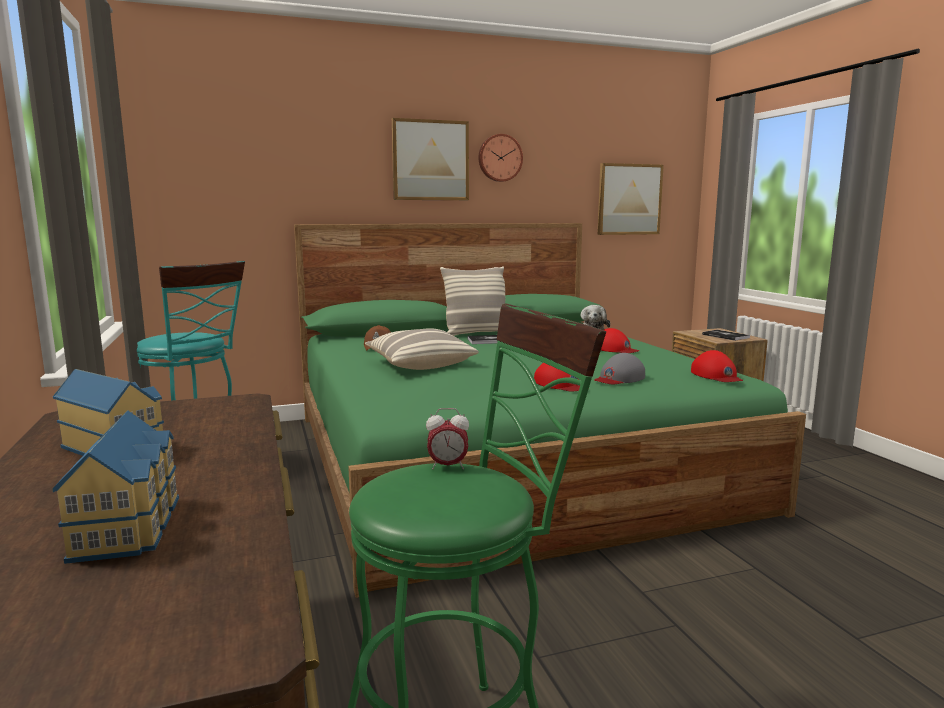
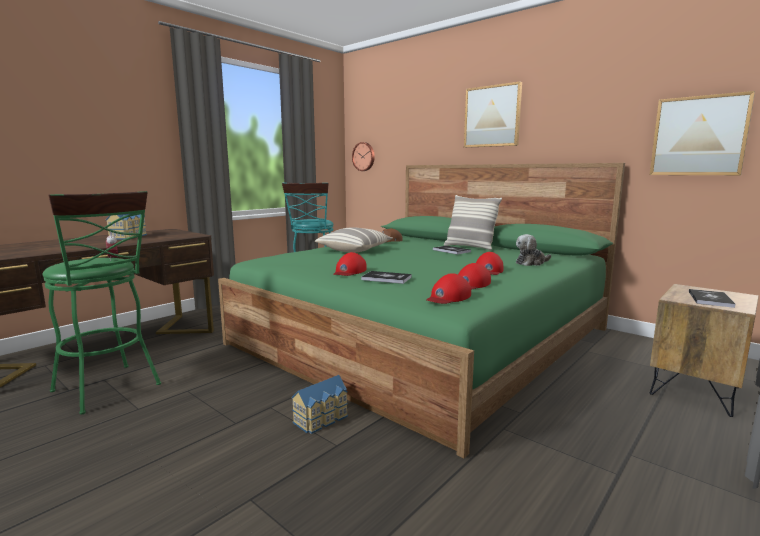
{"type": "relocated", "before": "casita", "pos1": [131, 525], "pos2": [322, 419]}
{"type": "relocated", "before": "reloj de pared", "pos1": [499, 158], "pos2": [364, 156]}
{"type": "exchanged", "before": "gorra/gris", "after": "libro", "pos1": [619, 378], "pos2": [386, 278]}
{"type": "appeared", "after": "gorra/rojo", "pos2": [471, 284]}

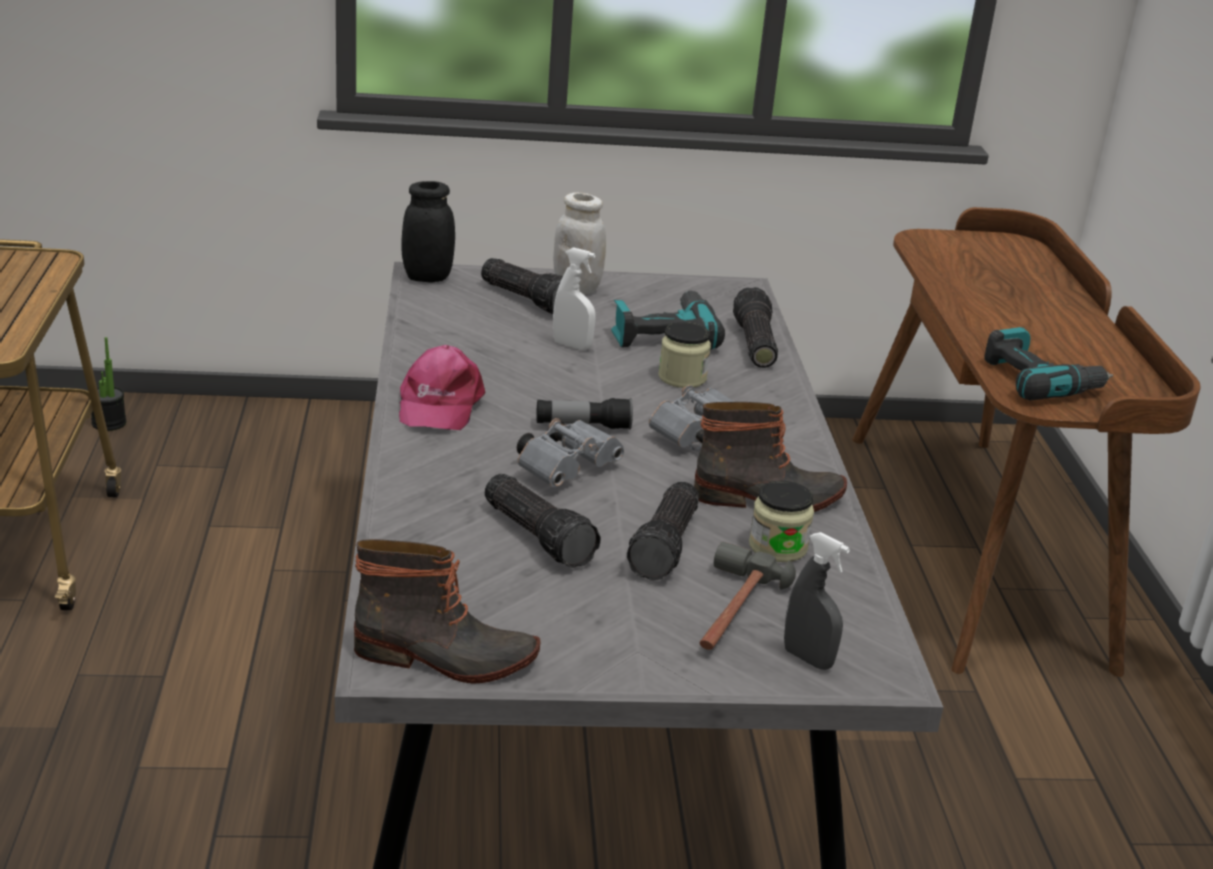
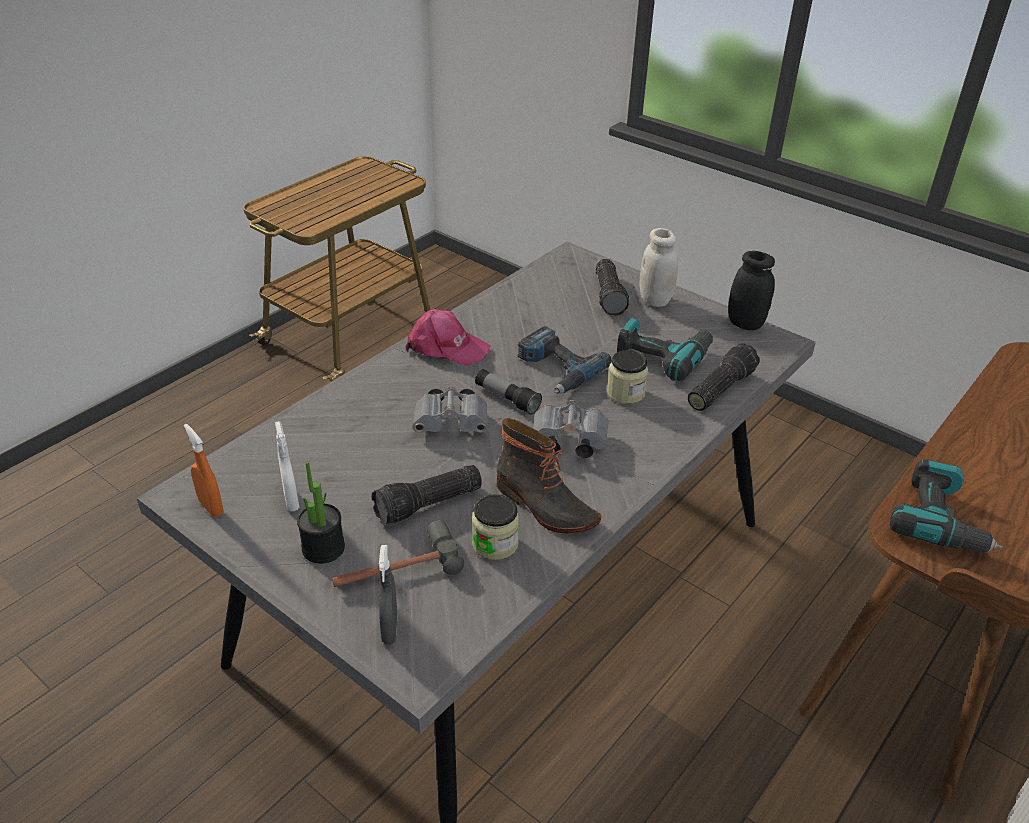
{"type": "exchanged", "before": "bota", "after": "pulverizador/naranja", "pos1": [445, 658], "pos2": [211, 507]}
{"type": "relocated", "before": "pulverizador/blanco", "pos1": [572, 345], "pos2": [291, 501]}
{"type": "relocated", "before": "planta en maceta", "pos1": [109, 423], "pos2": [323, 548]}
{"type": "spun", "before": "gorra/rosa", "pos1": [439, 404], "pos2": [446, 347], "turn": -120}
{"type": "appeared", "after": "taladro", "pos2": [556, 369]}
{"type": "relocated", "before": "tarro/negro", "pos1": [427, 277], "pos2": [745, 323]}
{"type": "missing", "before": "linterna", "pos1": [540, 535]}

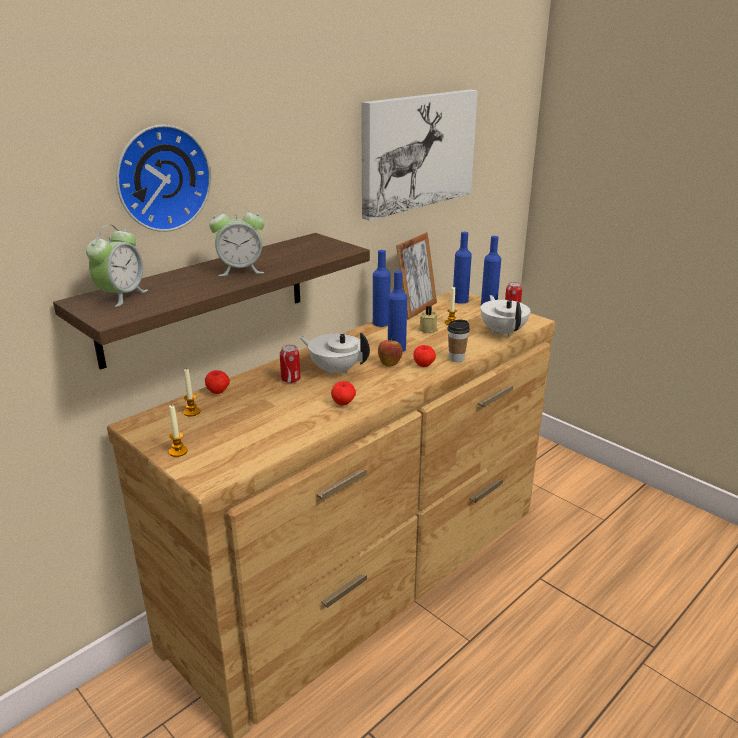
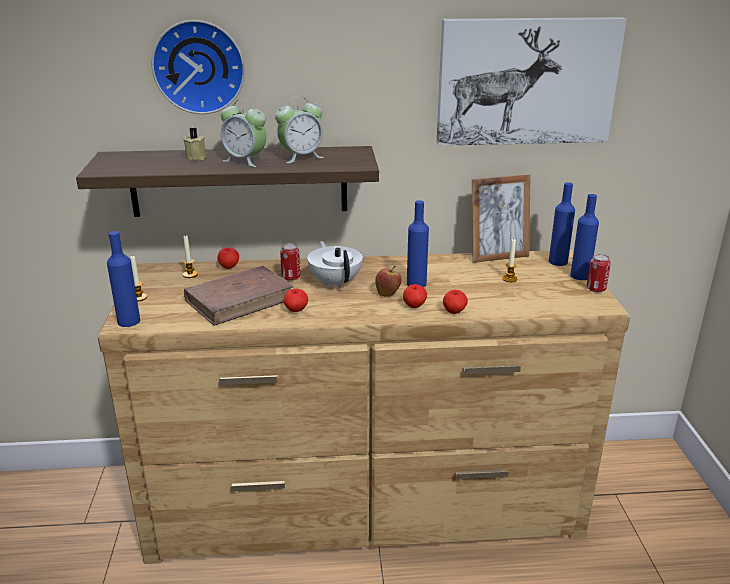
{"type": "relocated", "before": "botella/azul", "pos1": [381, 323], "pos2": [128, 321]}
{"type": "relocated", "before": "vela/beis", "pos1": [427, 329], "pos2": [197, 157]}
{"type": "appeared", "after": "libro/marrón", "pos2": [240, 299]}
{"type": "relocated", "before": "despertador", "pos1": [121, 296], "pos2": [301, 157]}
{"type": "exchanged", "before": "taza", "after": "manzana", "pos1": [456, 358], "pos2": [454, 312]}
{"type": "missing", "before": "tetera/blanco", "pos1": [503, 332]}

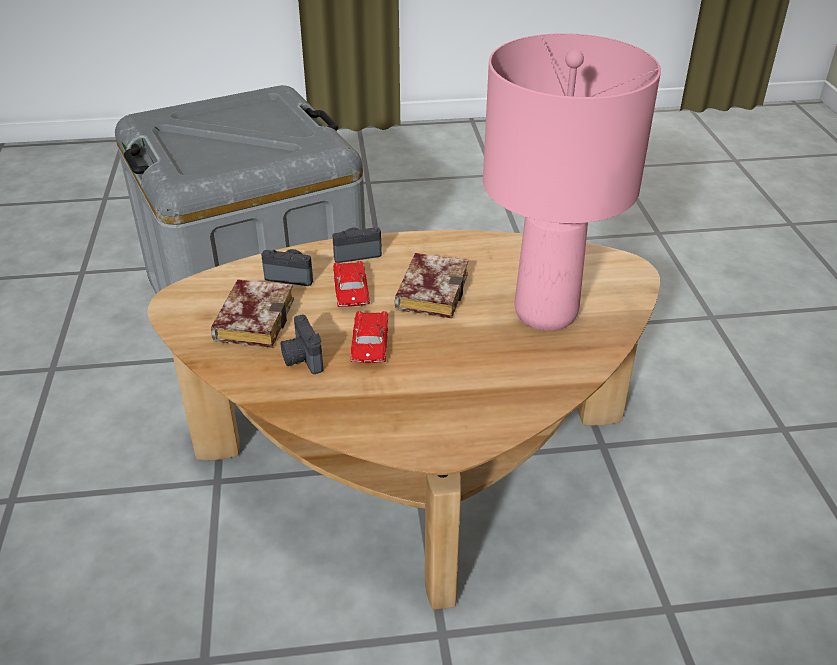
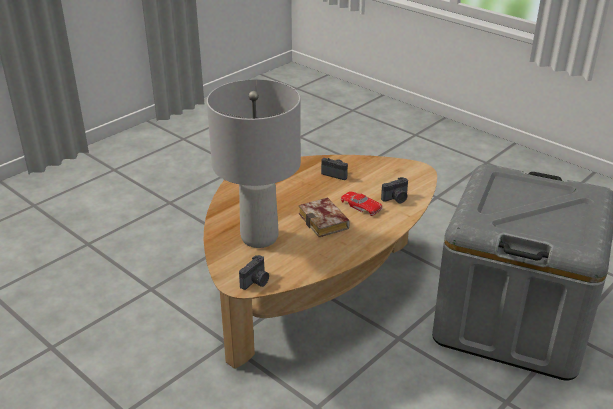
{"type": "colour", "before": "lámpara de mesa/rosa", "after": "lámpara de mesa/gris", "pos1": [544, 312], "pos2": [260, 237]}
{"type": "relocated", "before": "cámara", "pos1": [356, 253], "pos2": [256, 282]}
{"type": "missing", "before": "libro", "pos1": [253, 318]}
{"type": "missing", "before": "coche de juguete/rojo", "pos1": [370, 342]}

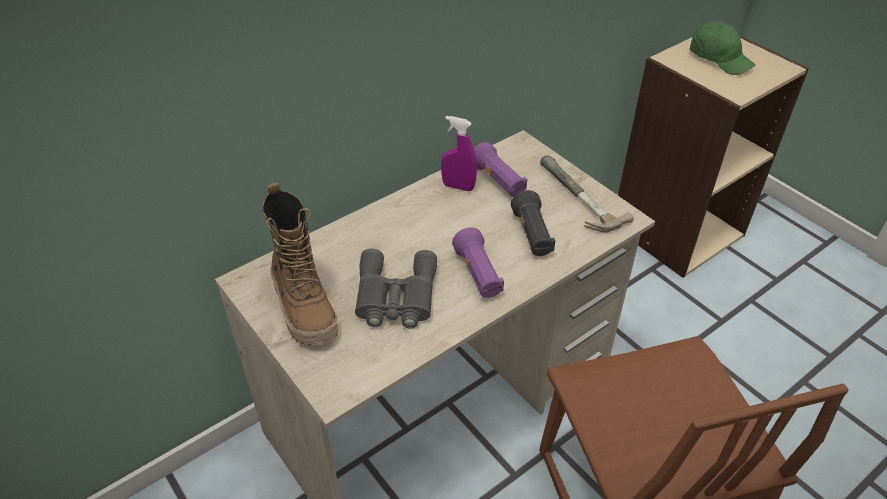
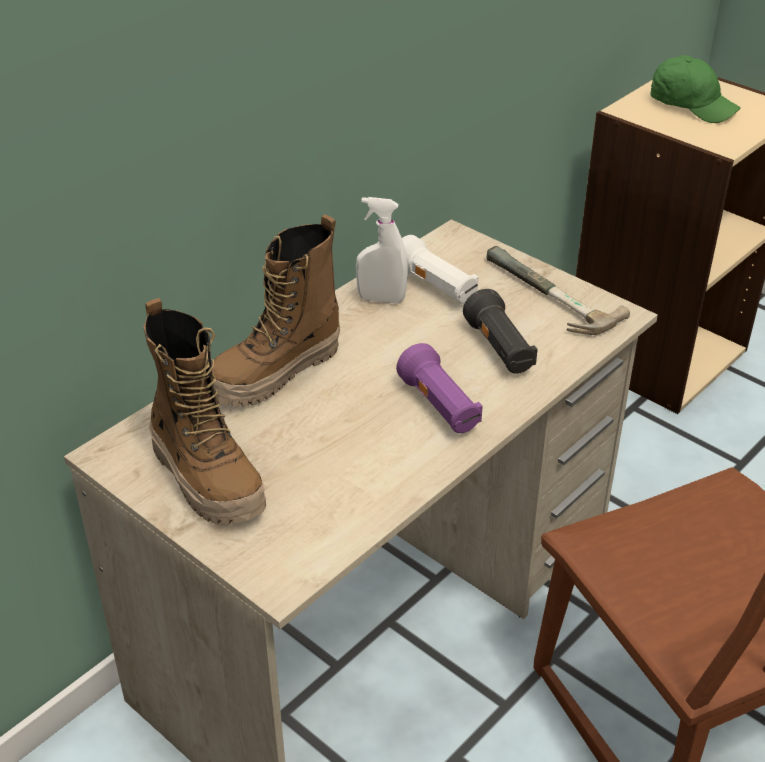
{"type": "appeared", "after": "bota", "pos2": [277, 373]}
{"type": "colour", "before": "pulverizador/morado", "after": "pulverizador/blanco", "pos1": [458, 187], "pos2": [381, 299]}
{"type": "colour", "before": "linterna/morado", "after": "linterna/blanco", "pos1": [498, 181], "pos2": [435, 287]}
{"type": "missing", "before": "prismáticos/gris", "pos1": [395, 297]}

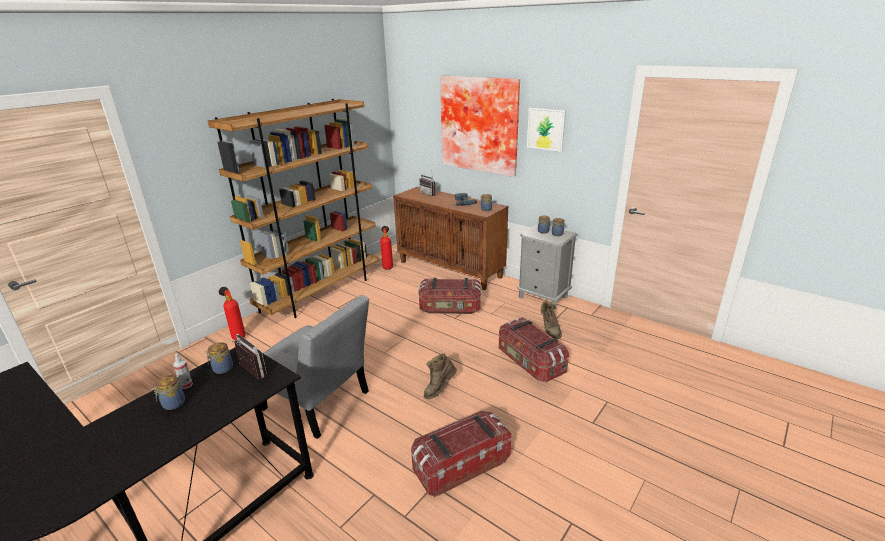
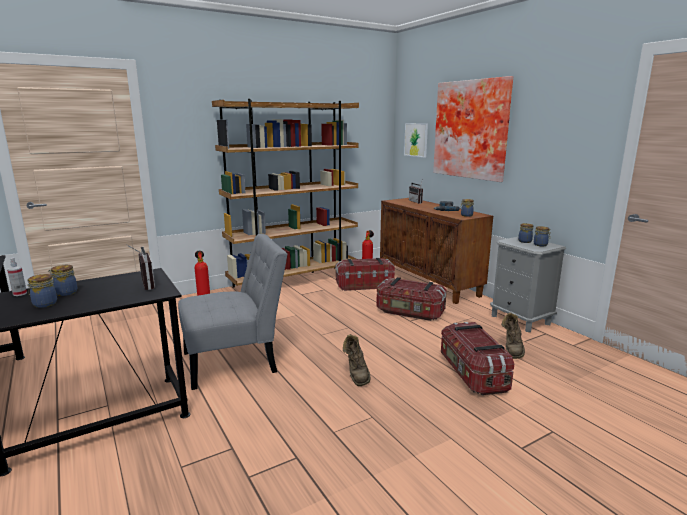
{"type": "relocated", "before": "pulverizador", "pos1": [186, 385], "pos2": [20, 294]}
{"type": "relocated", "before": "tarro", "pos1": [222, 369], "pos2": [44, 304]}
{"type": "spun", "before": "silla/gris", "pos1": [320, 403], "pos2": [235, 361], "turn": -75}
{"type": "relocated", "before": "caja de almacenaje", "pos1": [460, 465], "pos2": [364, 285]}
{"type": "spun", "before": "bota/marrón", "pos1": [439, 389], "pos2": [357, 375], "turn": -75}
{"type": "relocated", "before": "cuadro", "pos1": [546, 129], "pos2": [416, 140]}

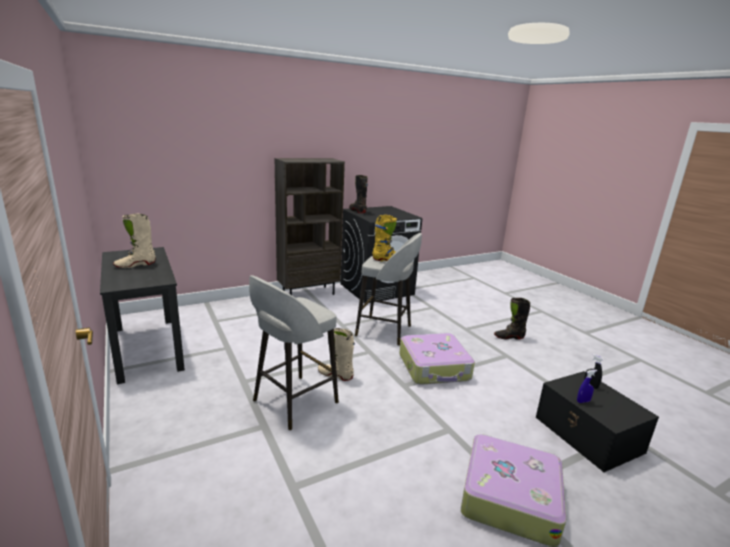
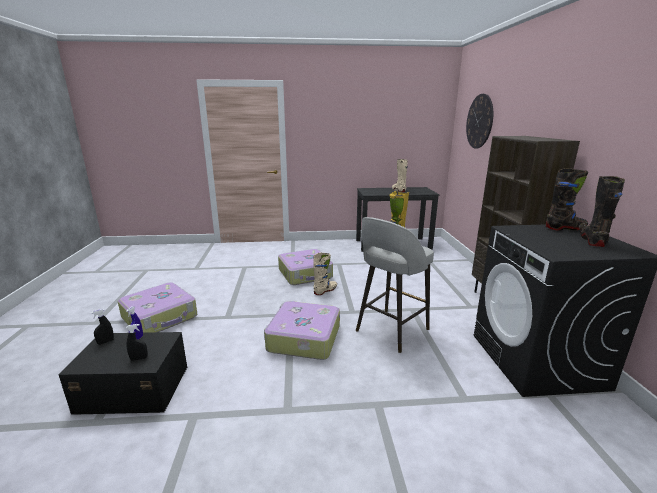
{"type": "appeared", "after": "pulverizador/negro", "pos2": [106, 342]}
{"type": "exchanged", "before": "taburete/gris", "after": "maleta", "pos1": [293, 402], "pos2": [305, 274]}
{"type": "appeared", "after": "reloj de pared", "pos2": [479, 121]}
{"type": "relocated", "before": "bota/negro", "pos1": [509, 337], "pos2": [592, 241]}

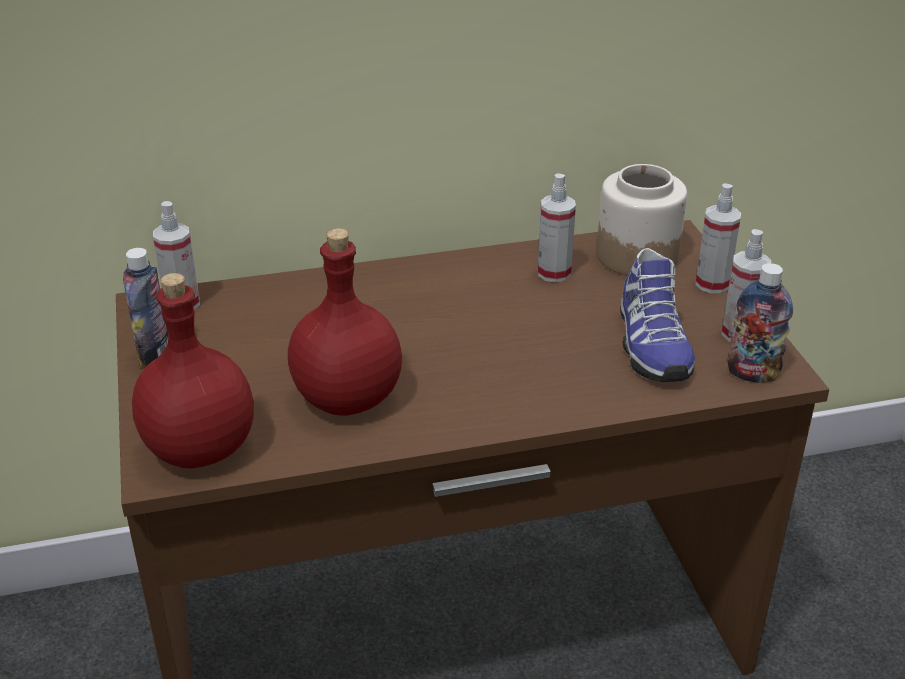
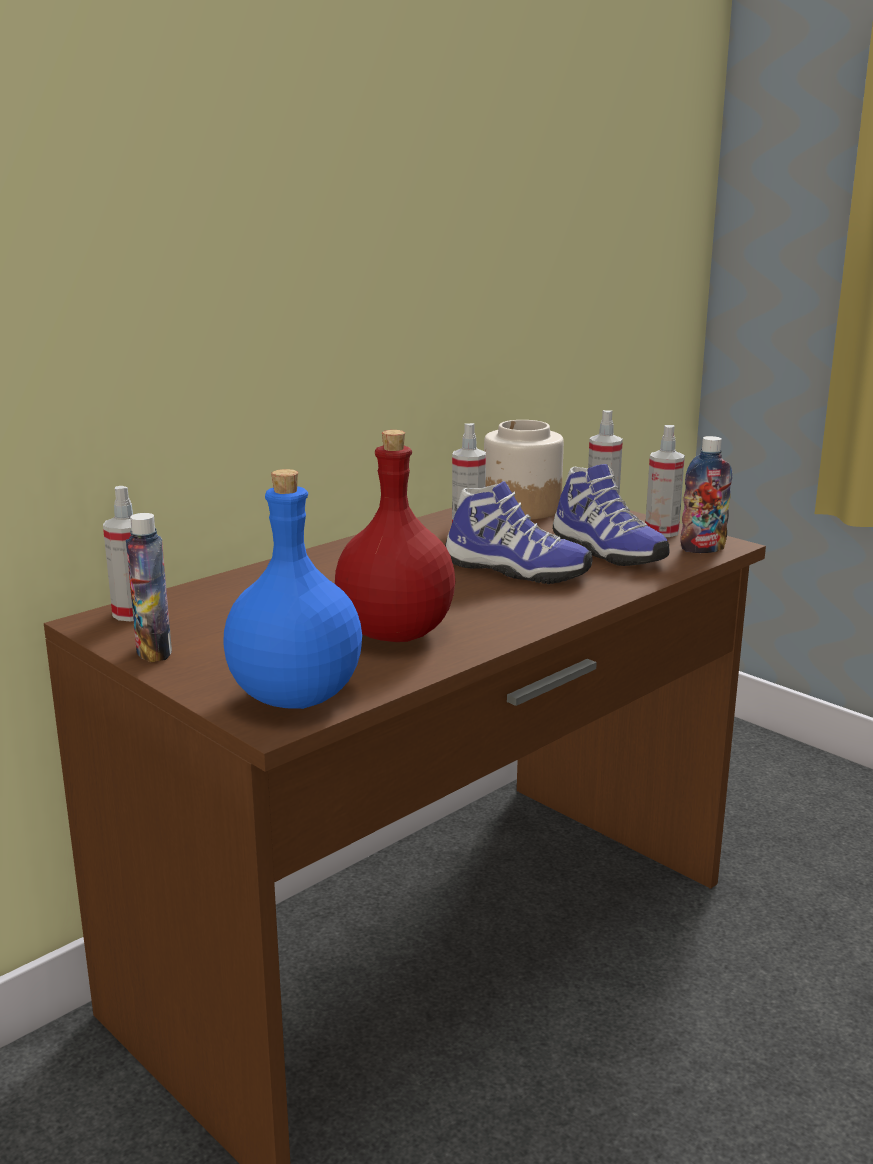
{"type": "colour", "before": "botella/rojo", "after": "botella/azul", "pos1": [200, 447], "pos2": [294, 696]}
{"type": "appeared", "after": "zapato", "pos2": [514, 571]}

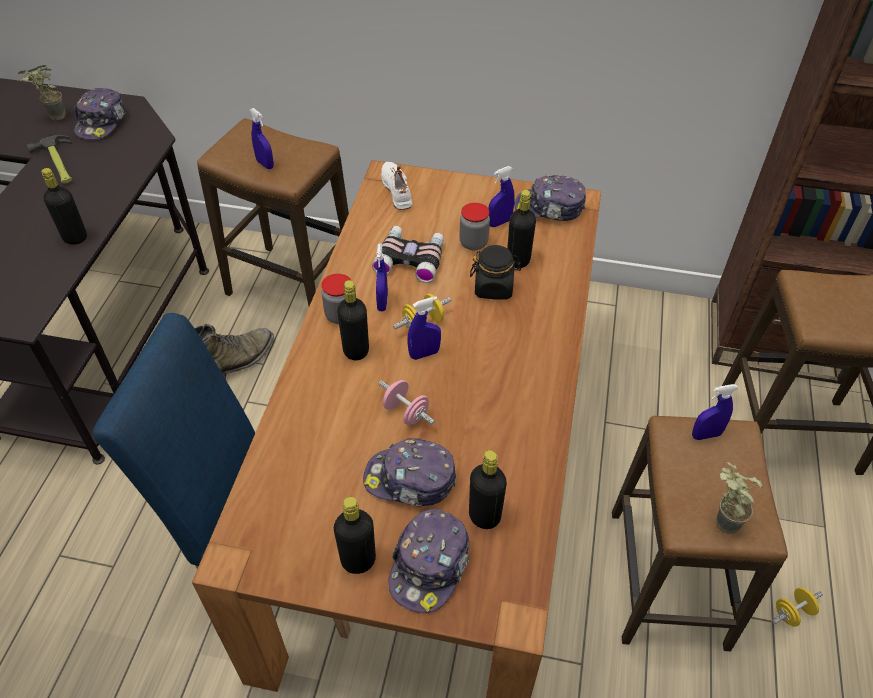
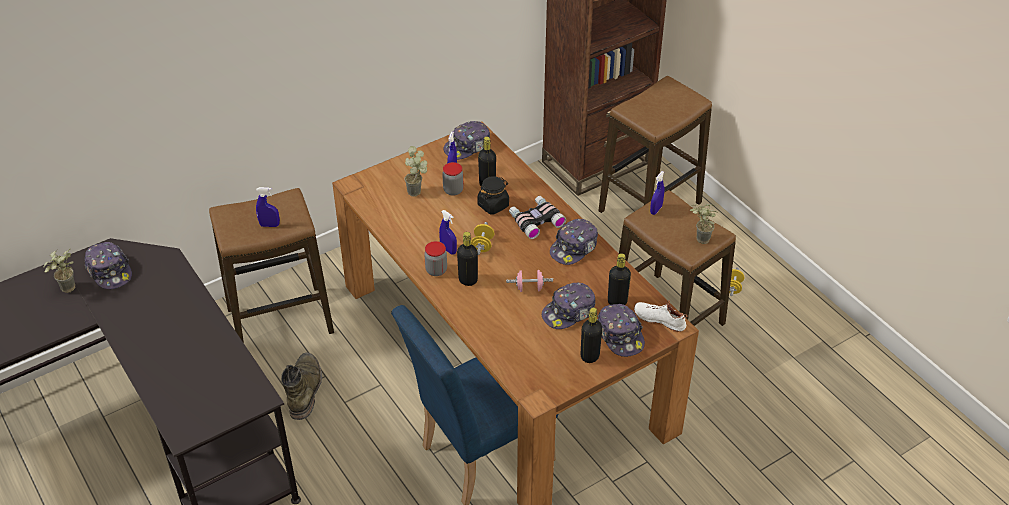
{"type": "appeared", "after": "planta en maceta", "pos2": [418, 192]}
{"type": "relocated", "before": "prismáticos", "pos1": [410, 258], "pos2": [535, 220]}
{"type": "appeared", "after": "gorra", "pos2": [574, 248]}
{"type": "relocated", "before": "zapato/blanco", "pos1": [398, 190], "pos2": [660, 319]}
{"type": "missing", "before": "martillo", "pos1": [58, 164]}
{"type": "missing", "before": "botella/negro", "pos1": [75, 238]}
{"type": "missing", "before": "pulverizador/azul", "pos1": [424, 354]}

